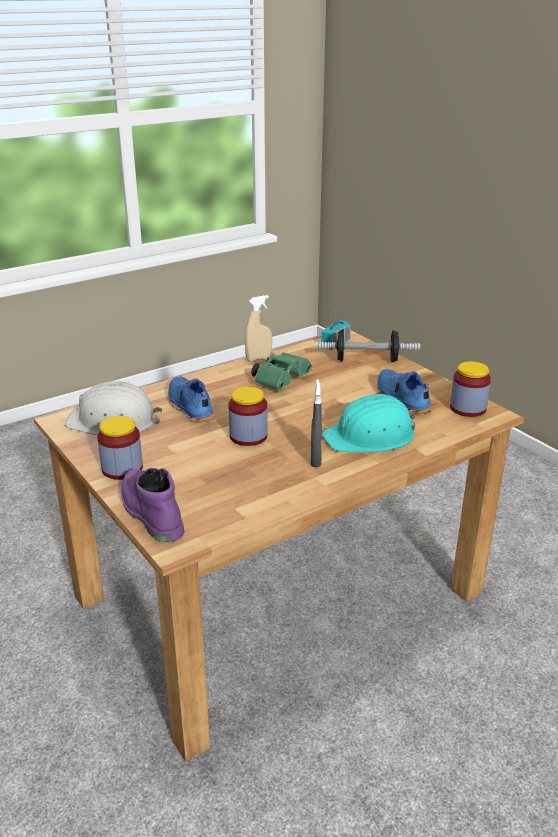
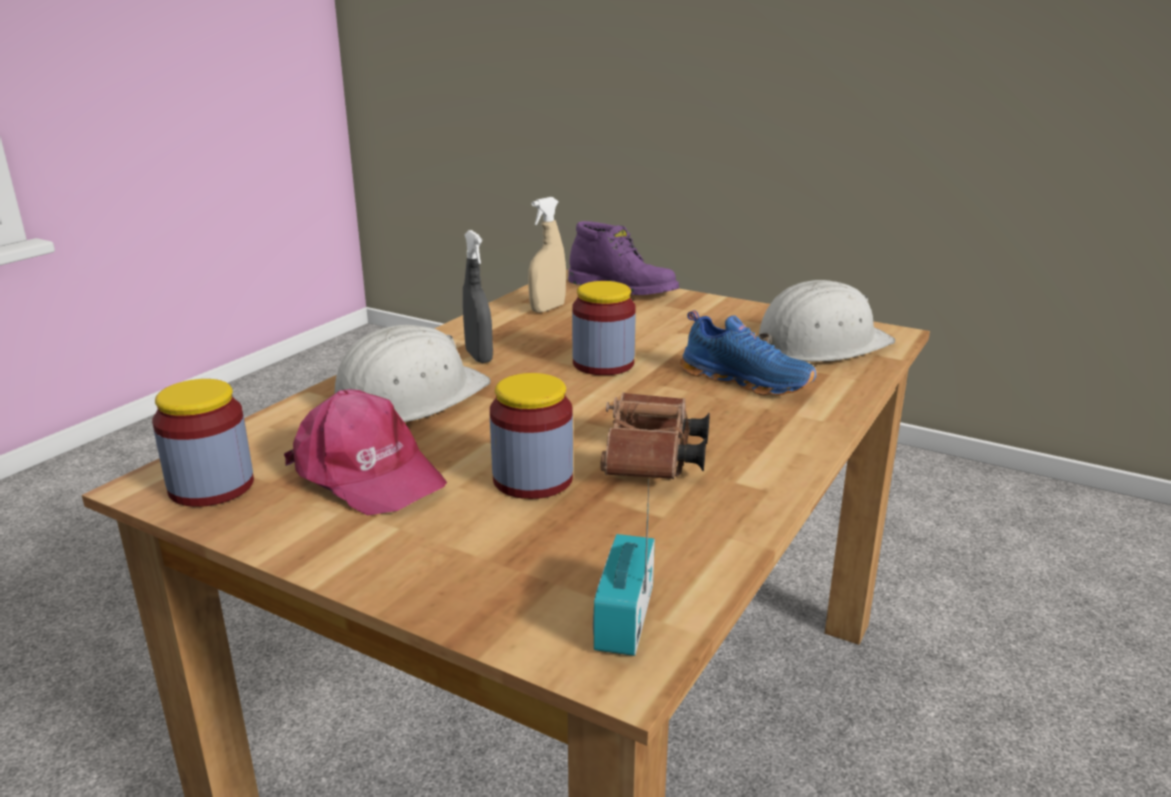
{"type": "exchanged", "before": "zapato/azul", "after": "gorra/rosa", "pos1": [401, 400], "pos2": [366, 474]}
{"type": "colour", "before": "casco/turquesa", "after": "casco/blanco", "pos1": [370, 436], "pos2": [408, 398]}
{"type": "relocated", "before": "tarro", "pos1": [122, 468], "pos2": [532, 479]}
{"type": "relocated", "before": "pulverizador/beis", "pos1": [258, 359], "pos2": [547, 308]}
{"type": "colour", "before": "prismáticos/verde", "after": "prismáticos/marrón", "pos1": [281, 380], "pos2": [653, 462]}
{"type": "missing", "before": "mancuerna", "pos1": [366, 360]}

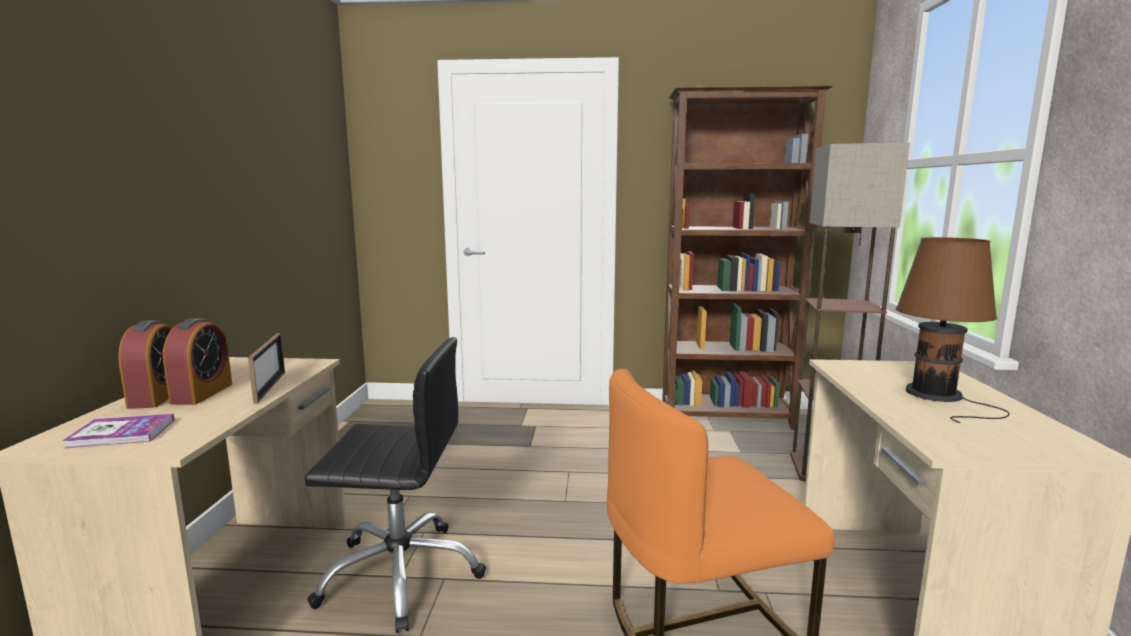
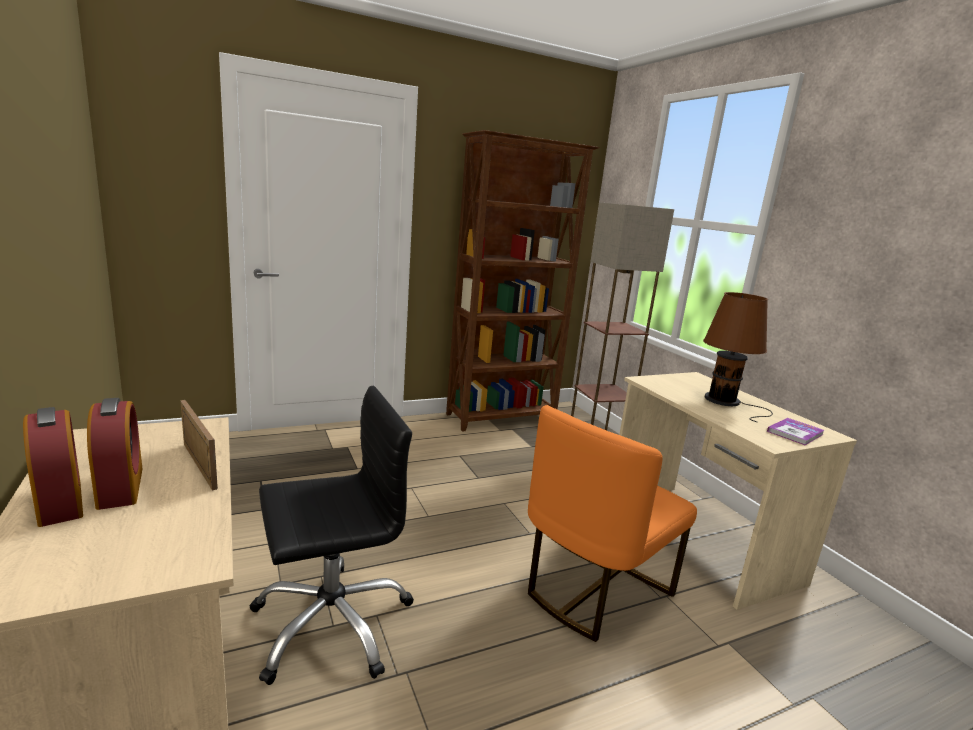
{"type": "relocated", "before": "libro", "pos1": [122, 433], "pos2": [795, 433]}

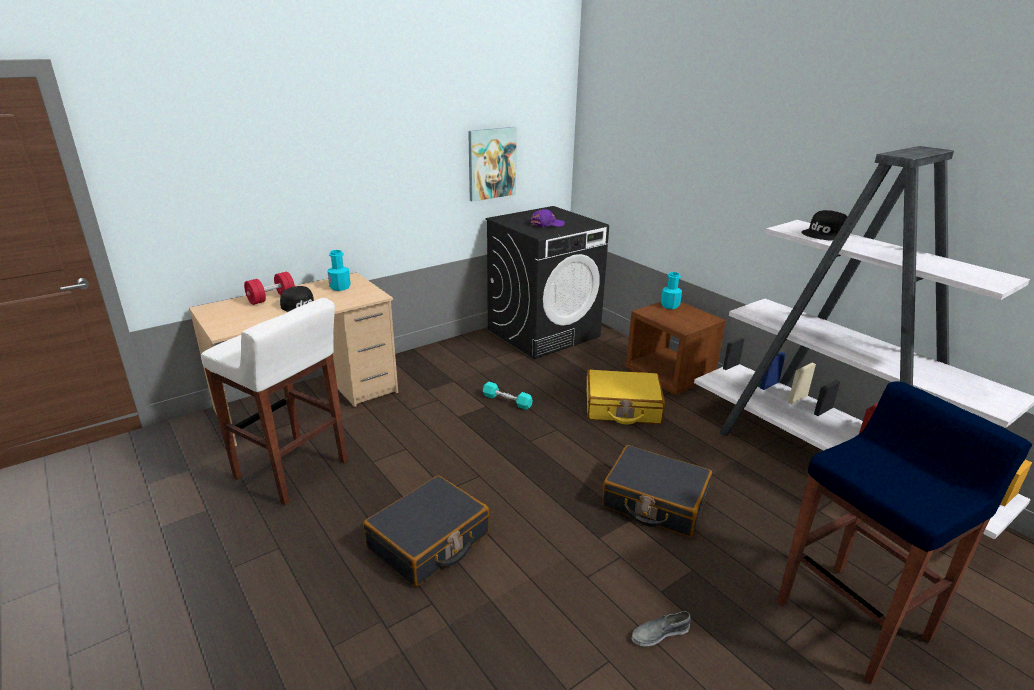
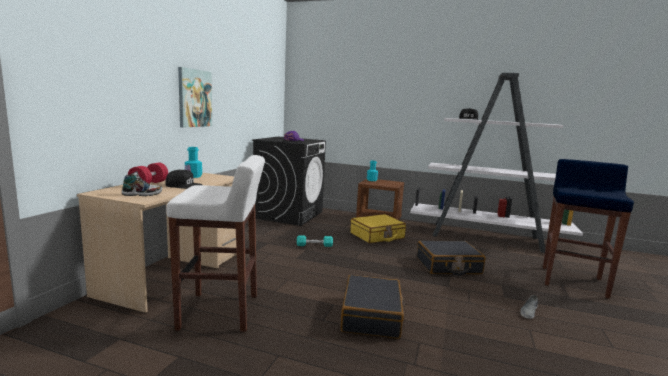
{"type": "appeared", "after": "zapato", "pos2": [142, 194]}
{"type": "relocated", "before": "cuadro", "pos1": [491, 163], "pos2": [194, 98]}

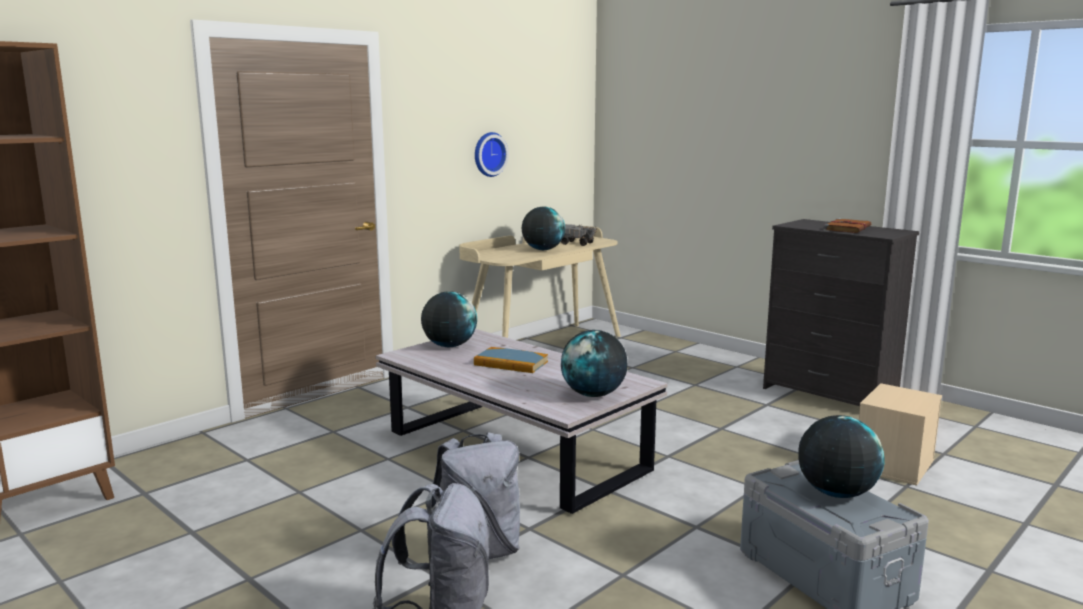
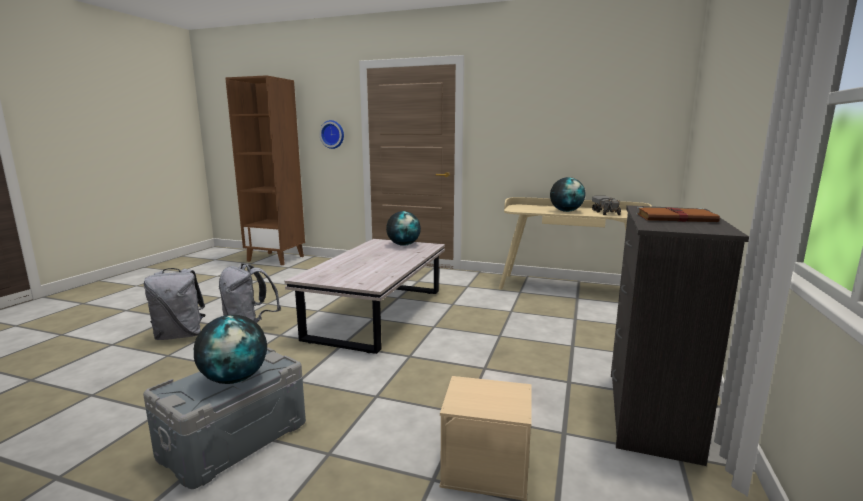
{"type": "relocated", "before": "reloj de pared", "pos1": [488, 154], "pos2": [333, 134]}
{"type": "missing", "before": "libro", "pos1": [511, 363]}
{"type": "missing", "before": "globo terráqueo", "pos1": [593, 395]}

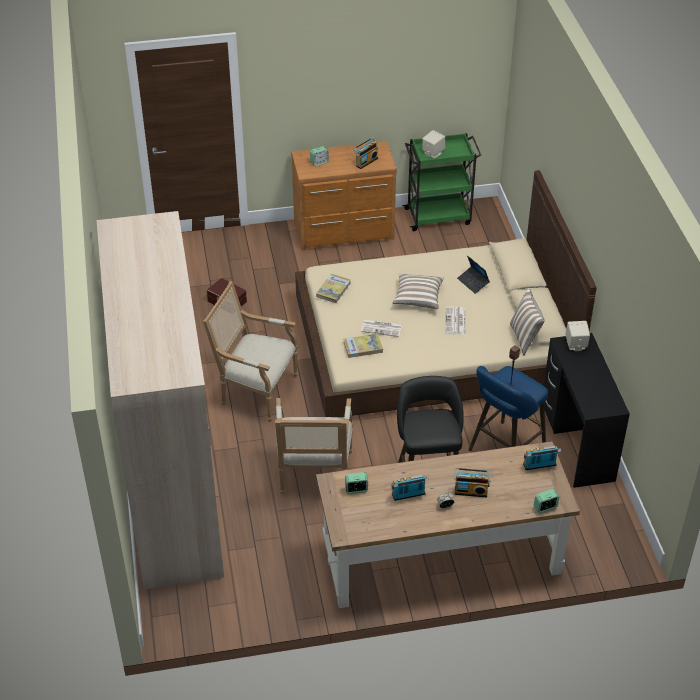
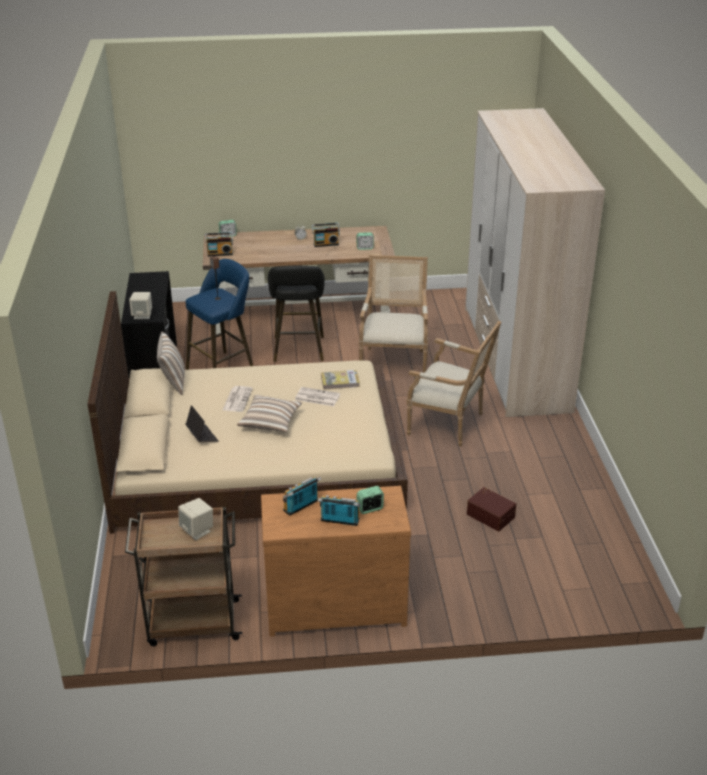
{"type": "colour", "before": "carrito/verde", "after": "carrito/marrón", "pos1": [439, 216], "pos2": [192, 623]}
{"type": "relocated", "before": "radio", "pos1": [471, 491], "pos2": [339, 521]}
{"type": "missing", "before": "libro", "pos1": [333, 290]}

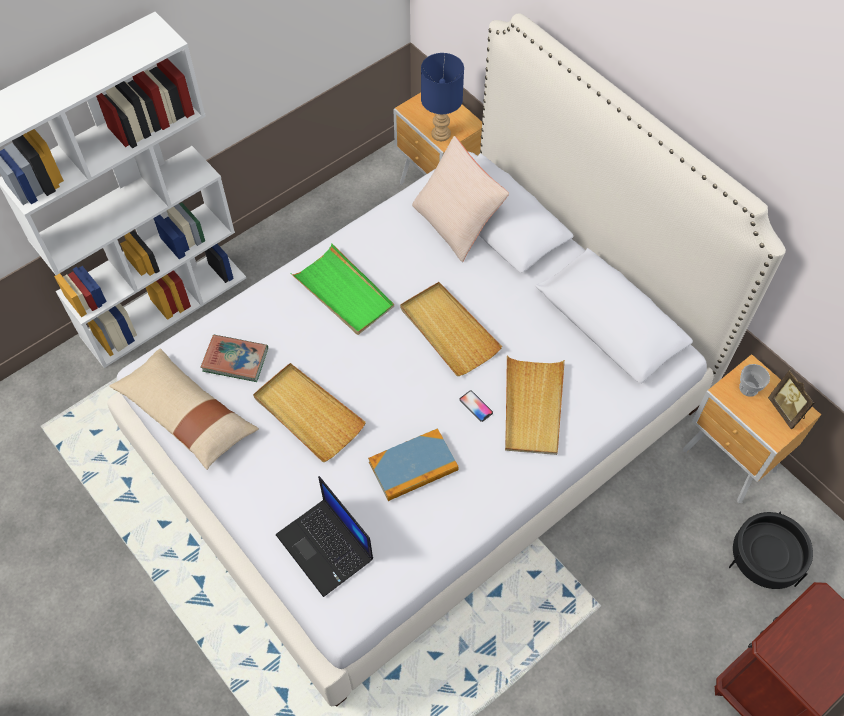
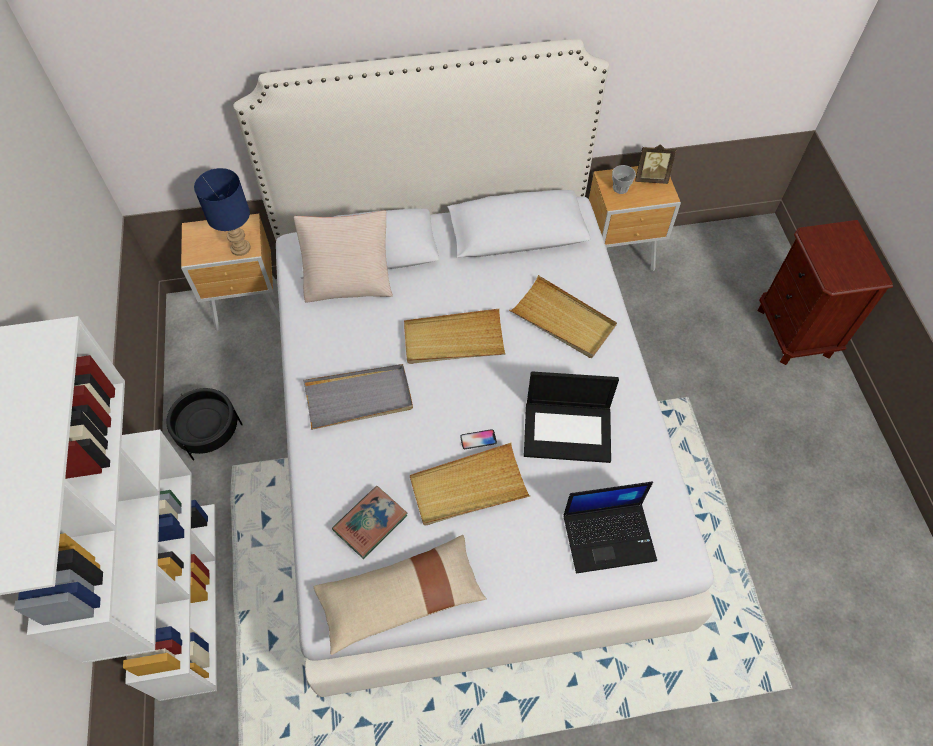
{"type": "relocated", "before": "maceta/negro", "pos1": [764, 559], "pos2": [209, 431]}
{"type": "colour", "before": "bandeja/verde", "after": "bandeja/gris", "pos1": [344, 292], "pos2": [359, 398]}
{"type": "relocated", "before": "móvil", "pos1": [476, 406], "pos2": [478, 439]}
{"type": "exchanged", "before": "libro", "after": "portátil", "pos1": [413, 466], "pos2": [568, 431]}

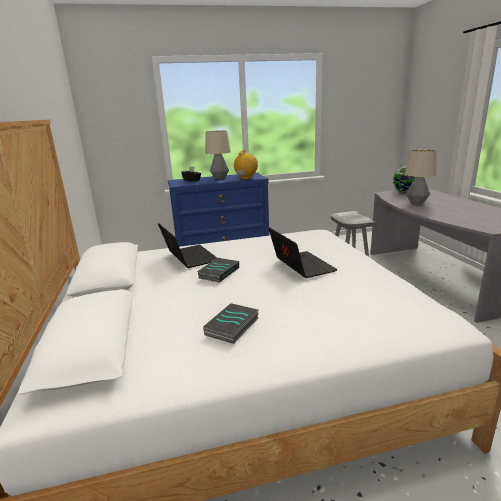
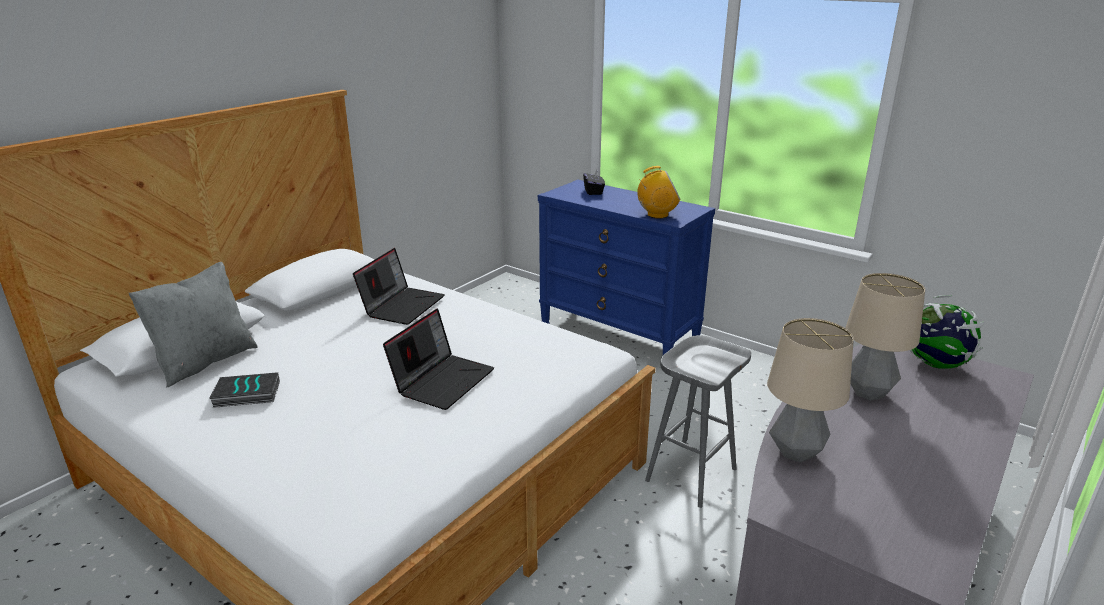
{"type": "appeared", "after": "cojín/gris", "pos2": [205, 361]}
{"type": "relocated", "before": "lámpara de mesa", "pos1": [220, 178], "pos2": [796, 452]}
{"type": "missing", "before": "libro", "pos1": [218, 272]}

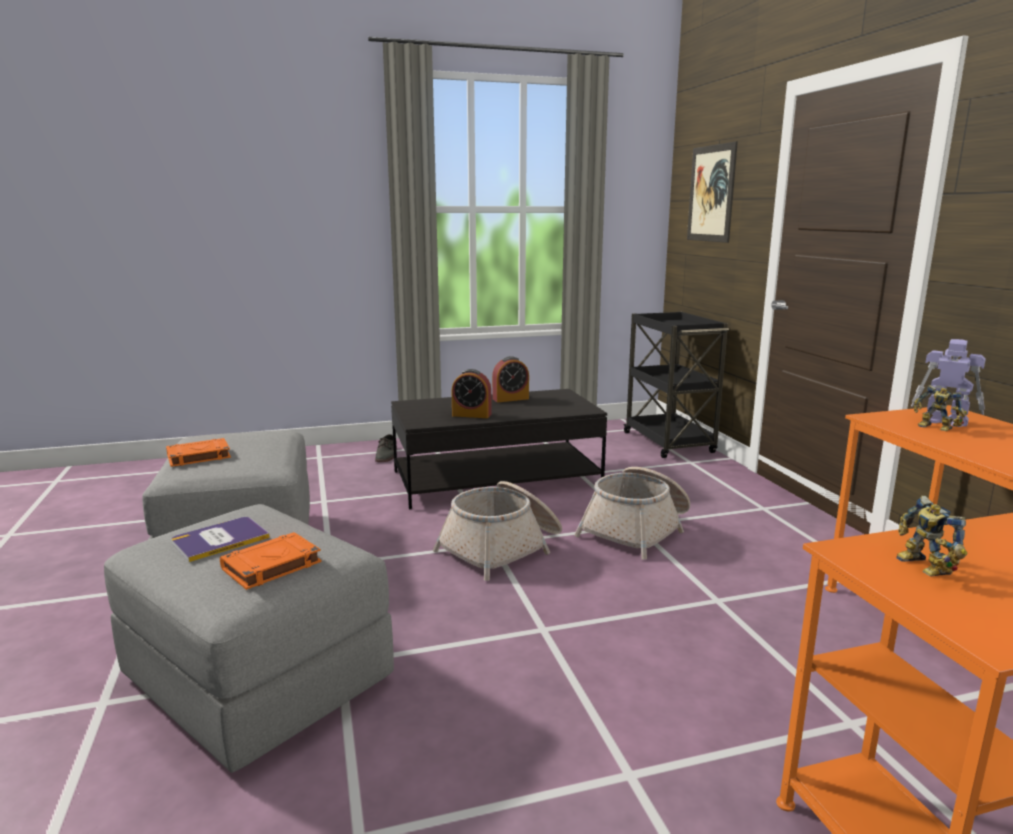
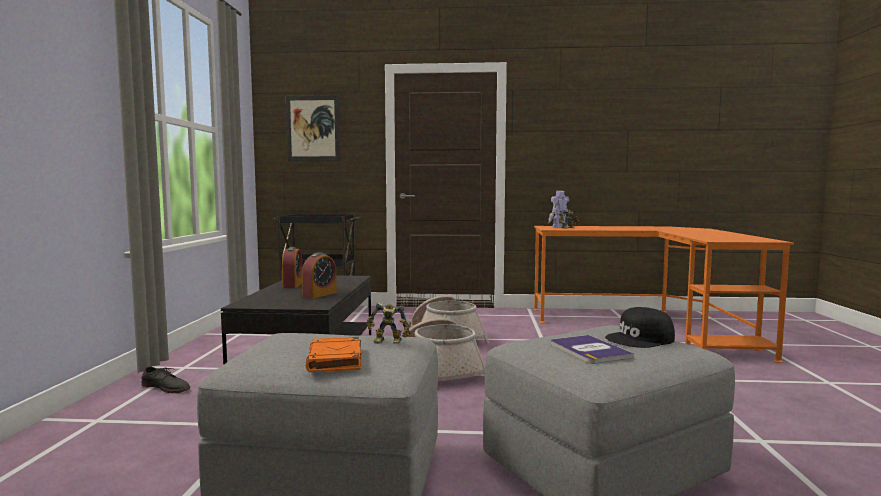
{"type": "relocated", "before": "robot de juguete", "pos1": [921, 567], "pos2": [388, 342]}
{"type": "exchanged", "before": "libro/naranja", "after": "gorra/negro", "pos1": [271, 566], "pos2": [640, 339]}

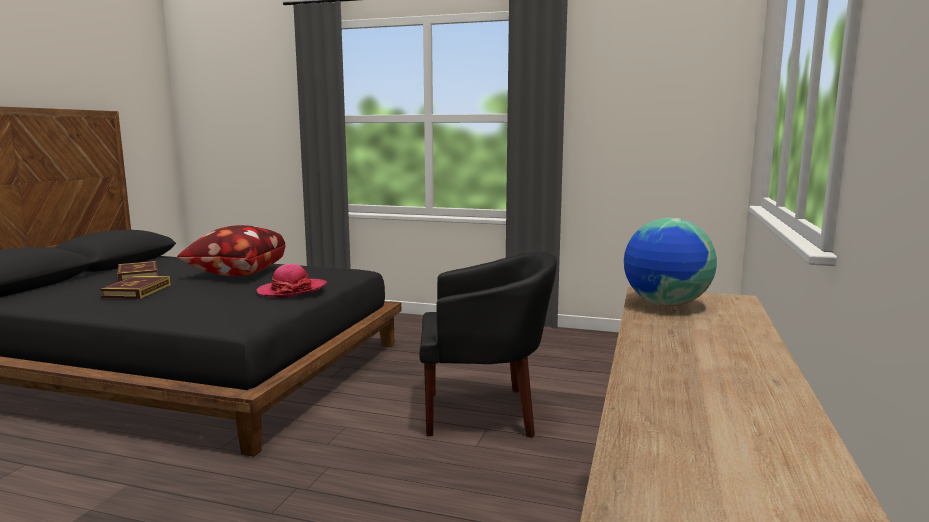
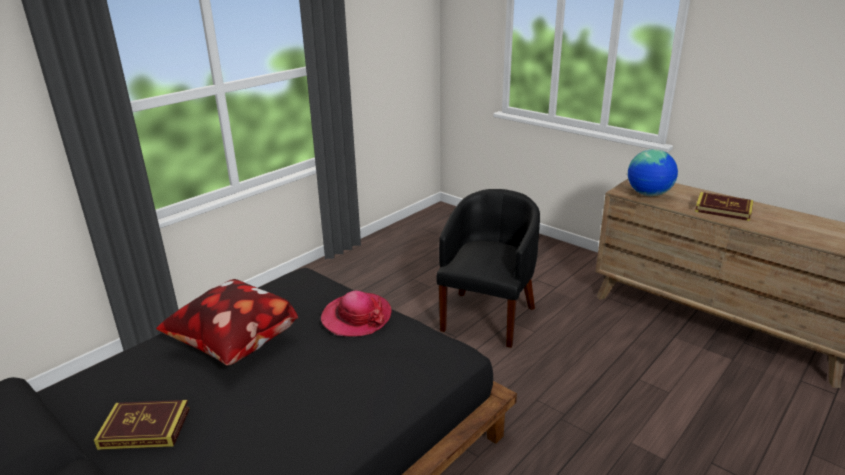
{"type": "relocated", "before": "libro", "pos1": [137, 291], "pos2": [723, 209]}

